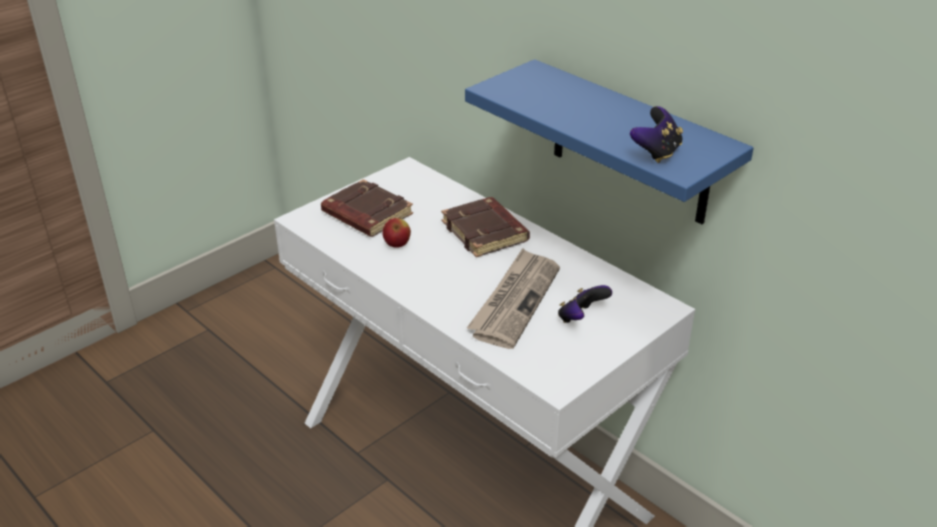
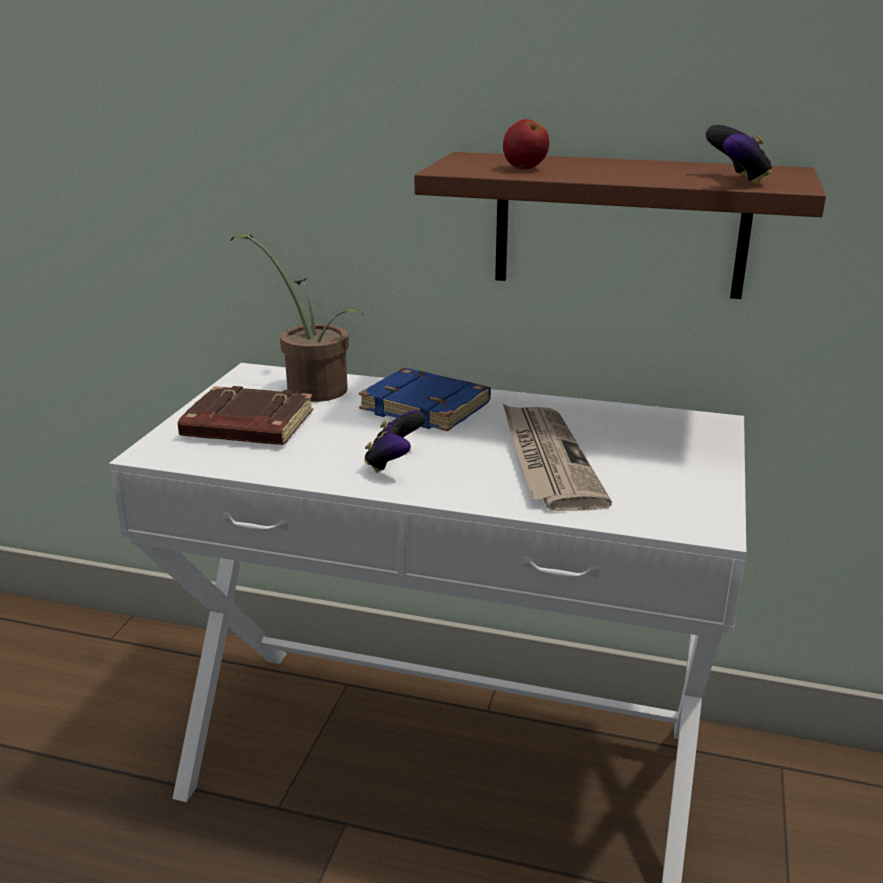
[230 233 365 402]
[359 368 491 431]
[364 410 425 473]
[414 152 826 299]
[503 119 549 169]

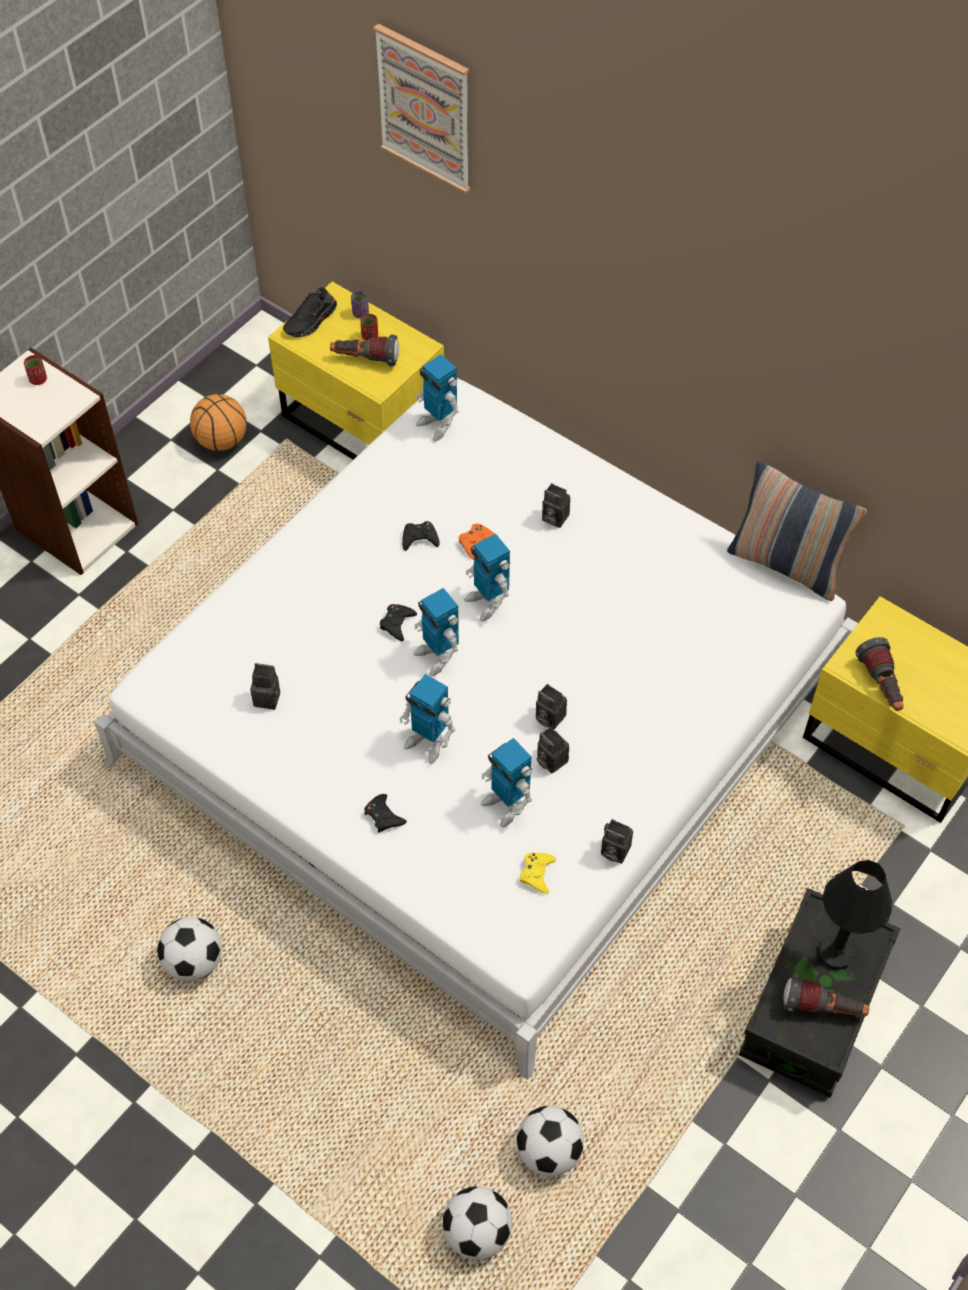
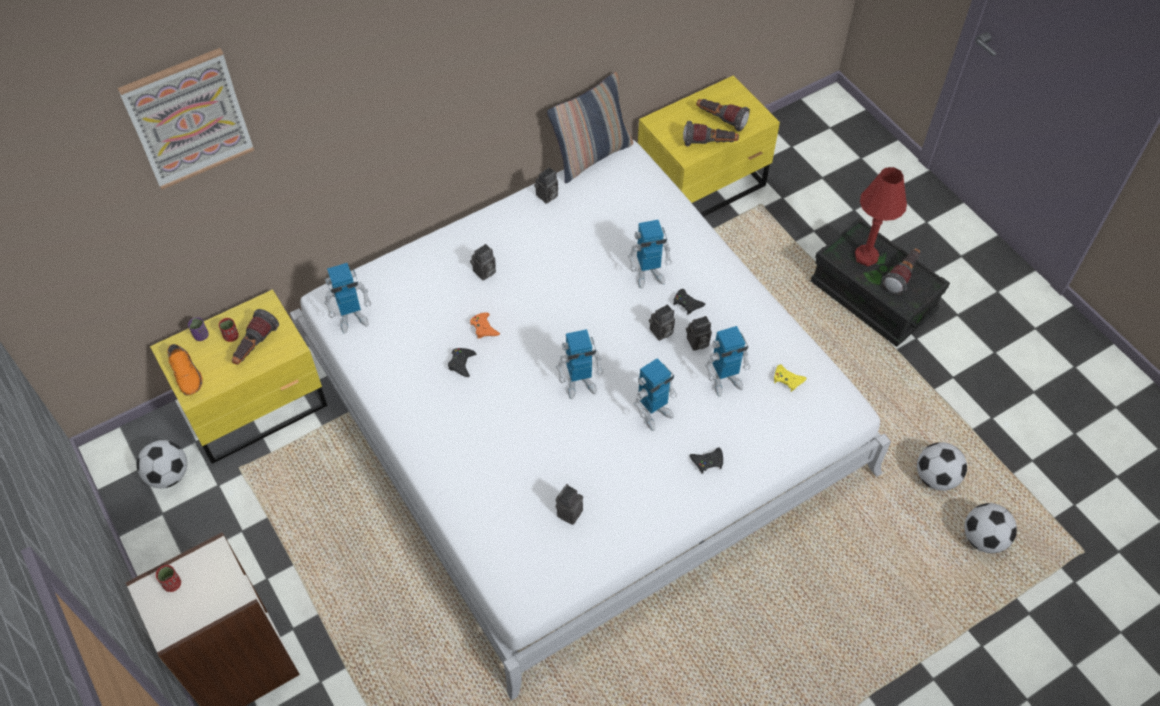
[137 440 187 488]
[167 344 203 396]
[534 167 558 204]
[628 220 672 289]
[673 289 705 315]
[696 99 750 131]
[855 167 907 266]
[190 394 247 451] (first image)

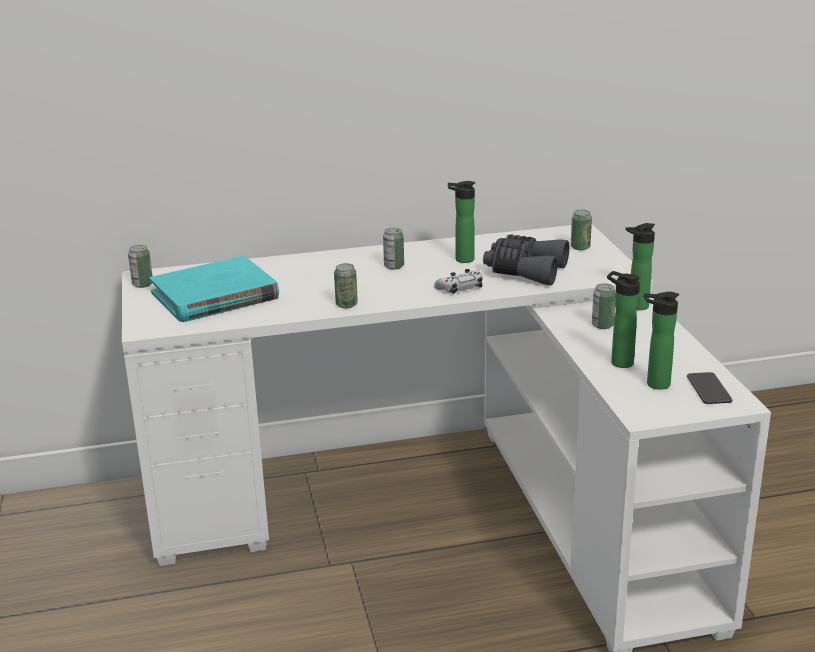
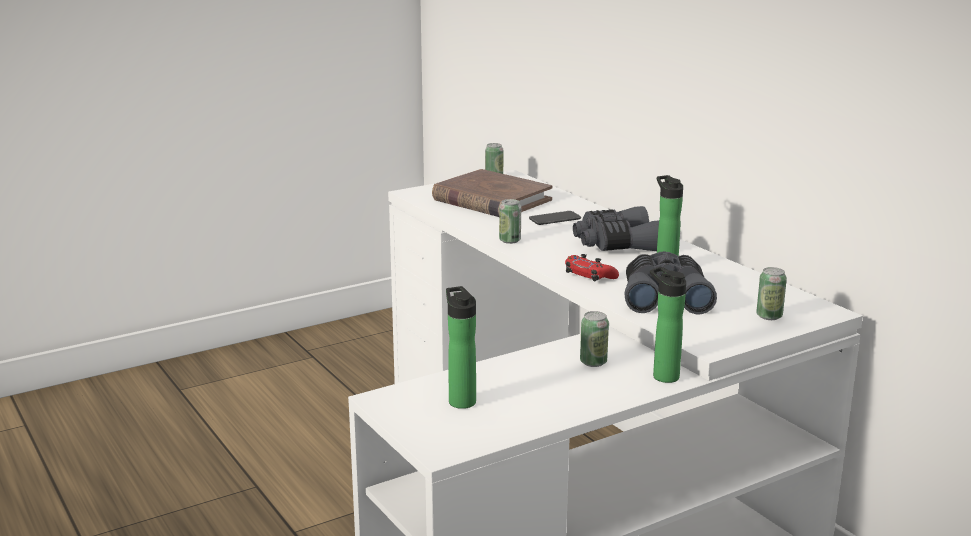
[432 169 553 217]
[529 211 581 225]
[565 254 619 281]
[573 206 659 251]
[607 271 640 368] (first image)

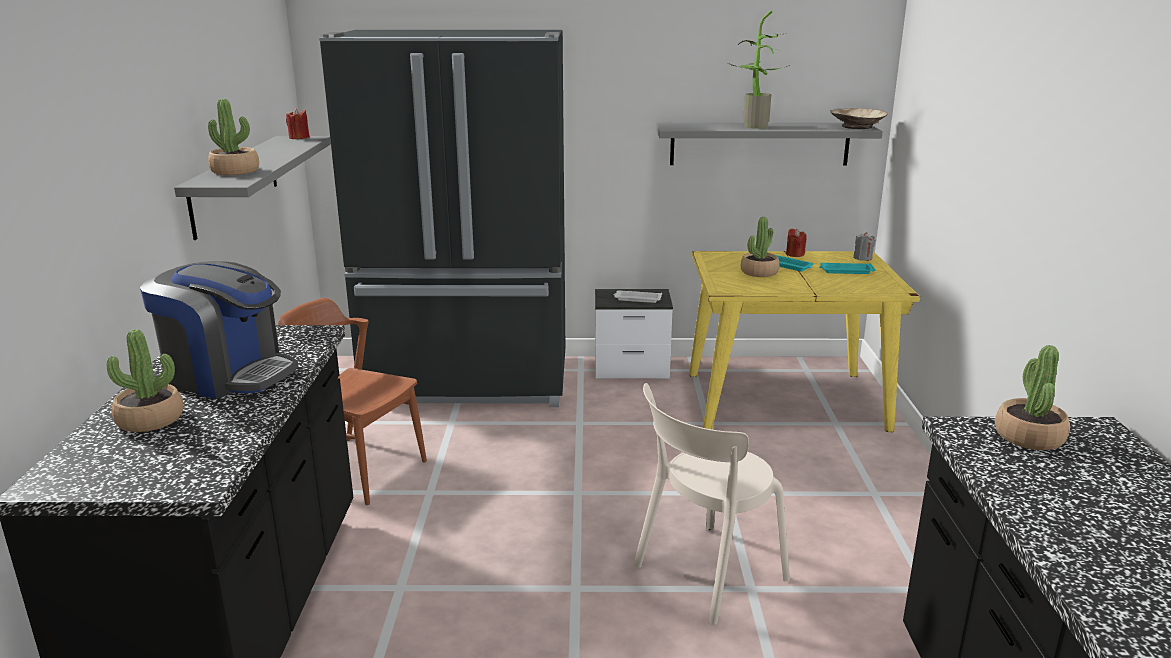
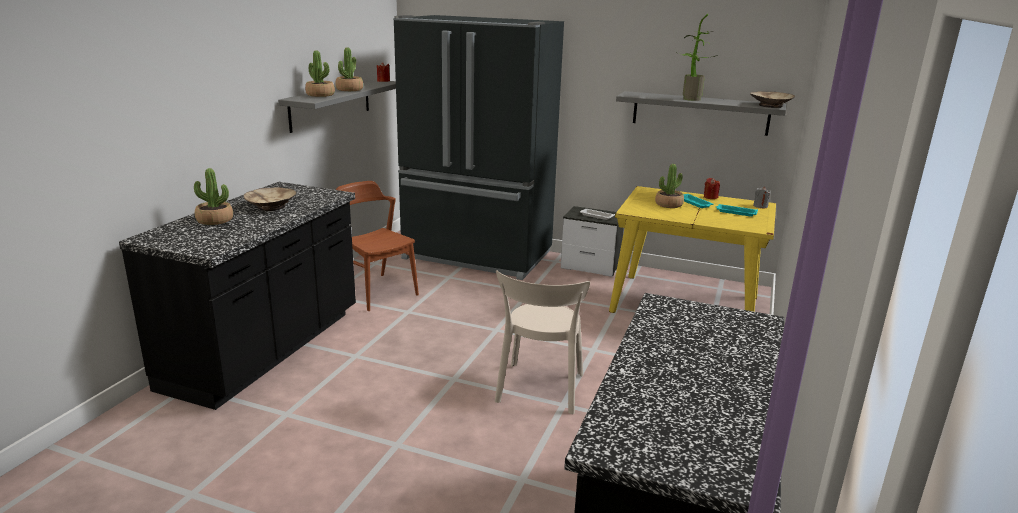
[244 187 296 211]
[335 48 363 91]
[495 270 590 414]

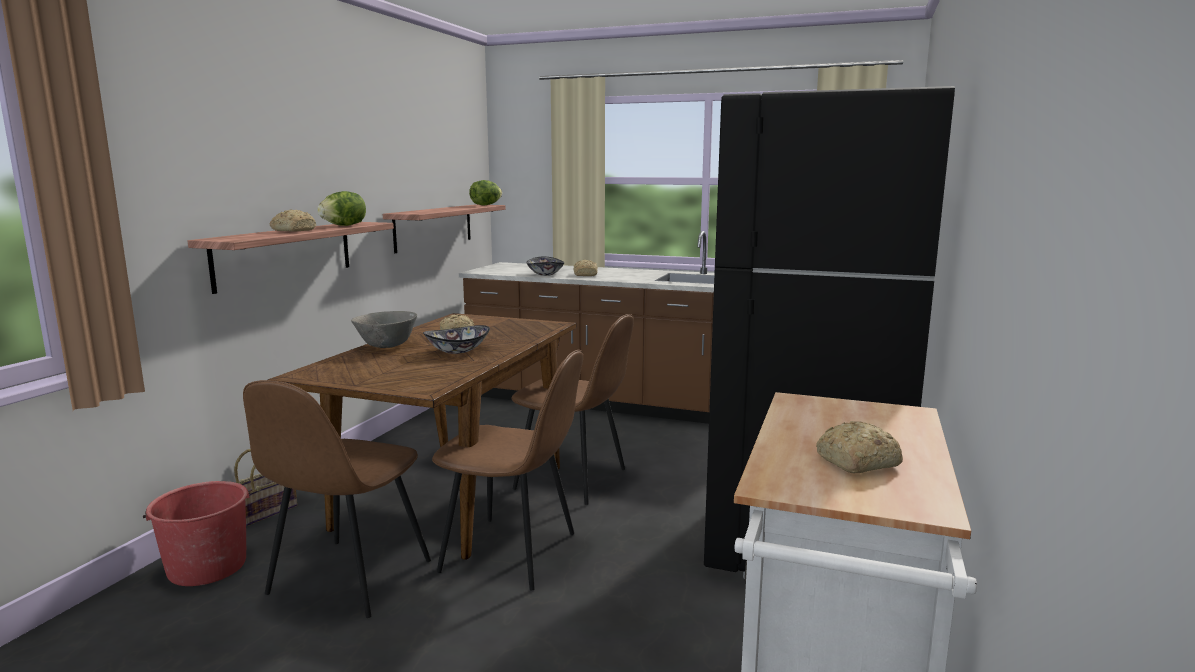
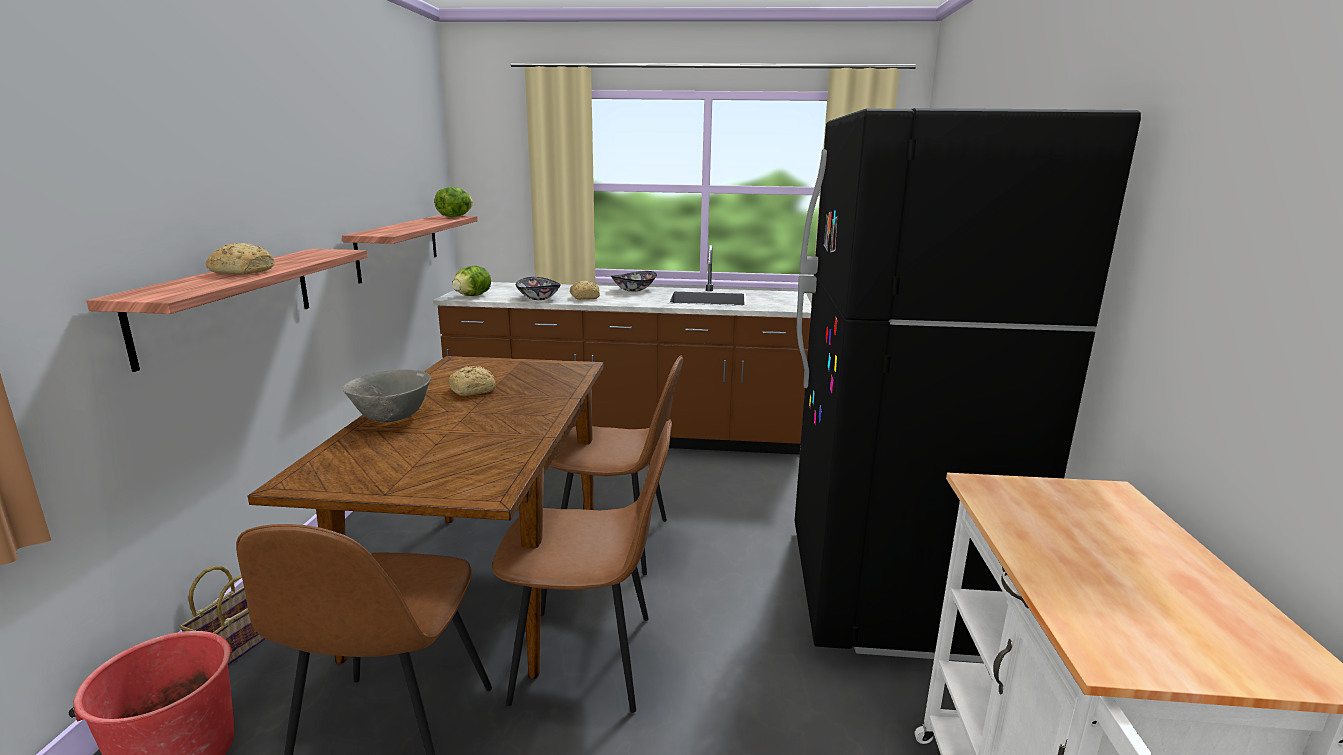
[452 266 491 296]
[611 271 657 292]
[816 421 903 473] (first image)

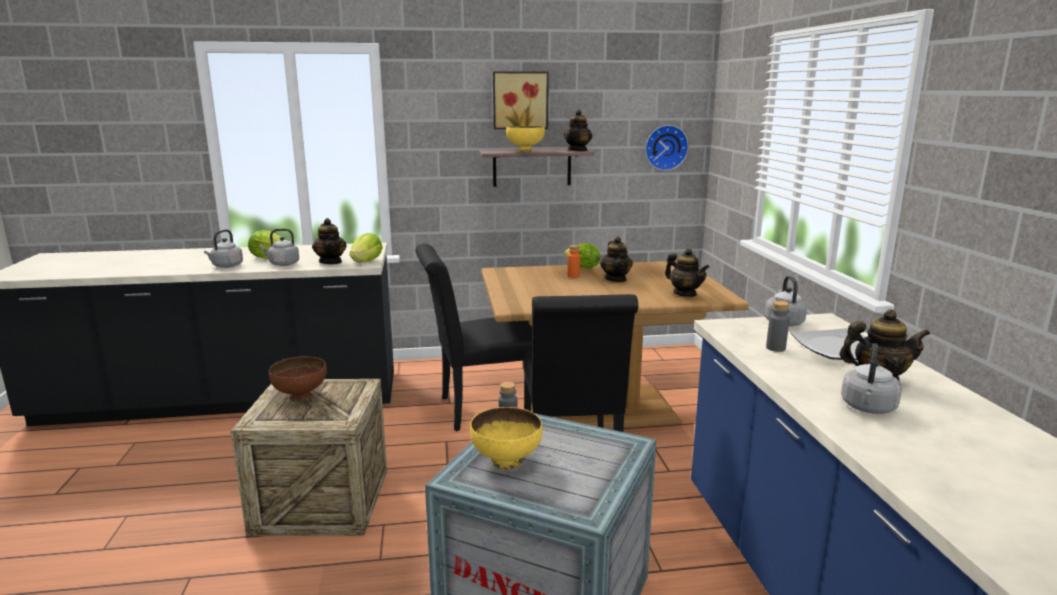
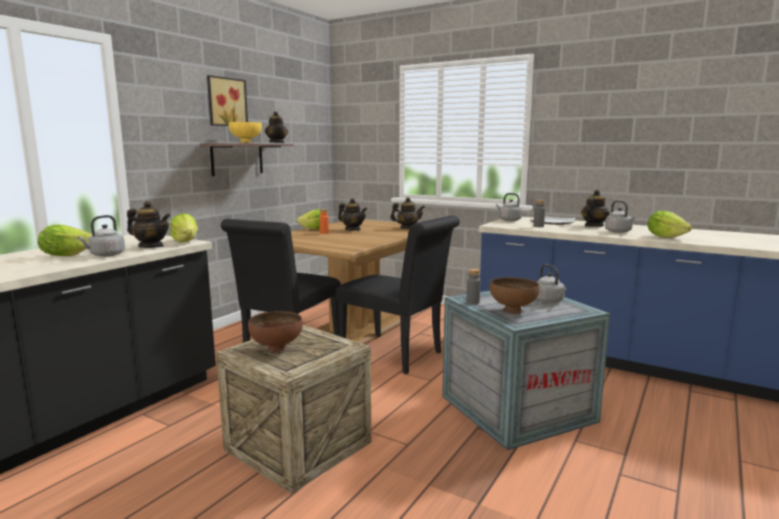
[490 277 540 314]
[536 264 567 303]
[647 210 692 238]
[645 125 689 171] (first image)

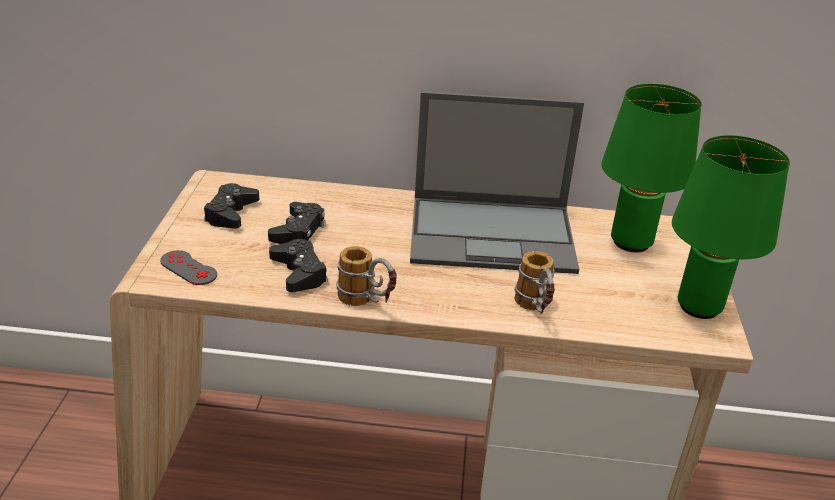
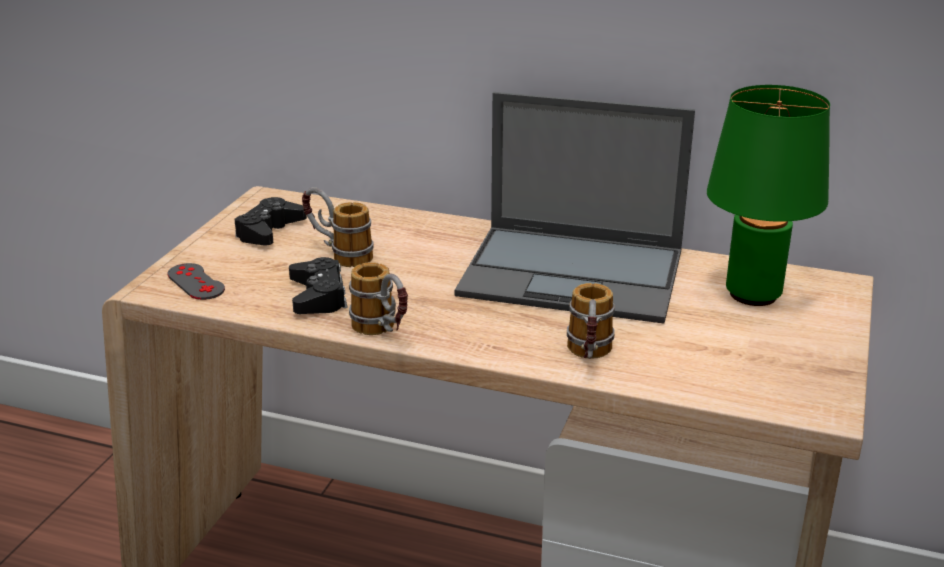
[302 188 374 267]
[672 136 790 319] (first image)

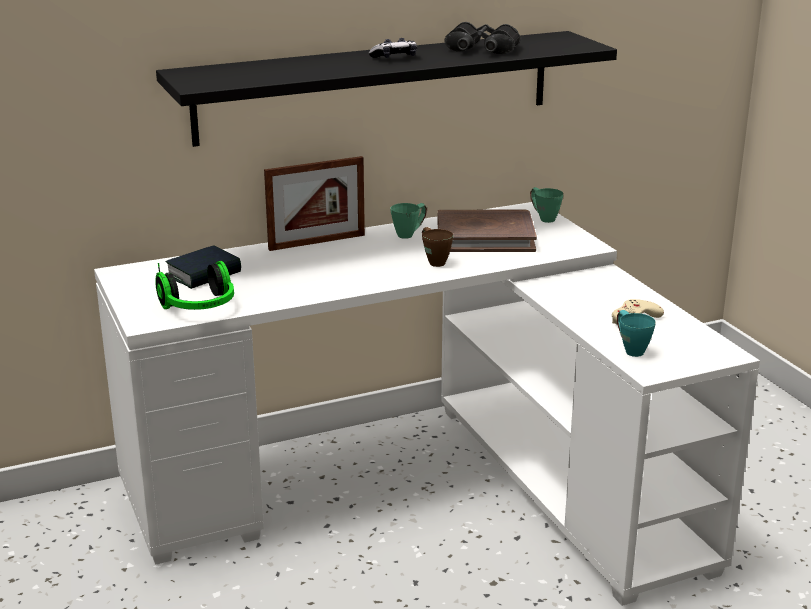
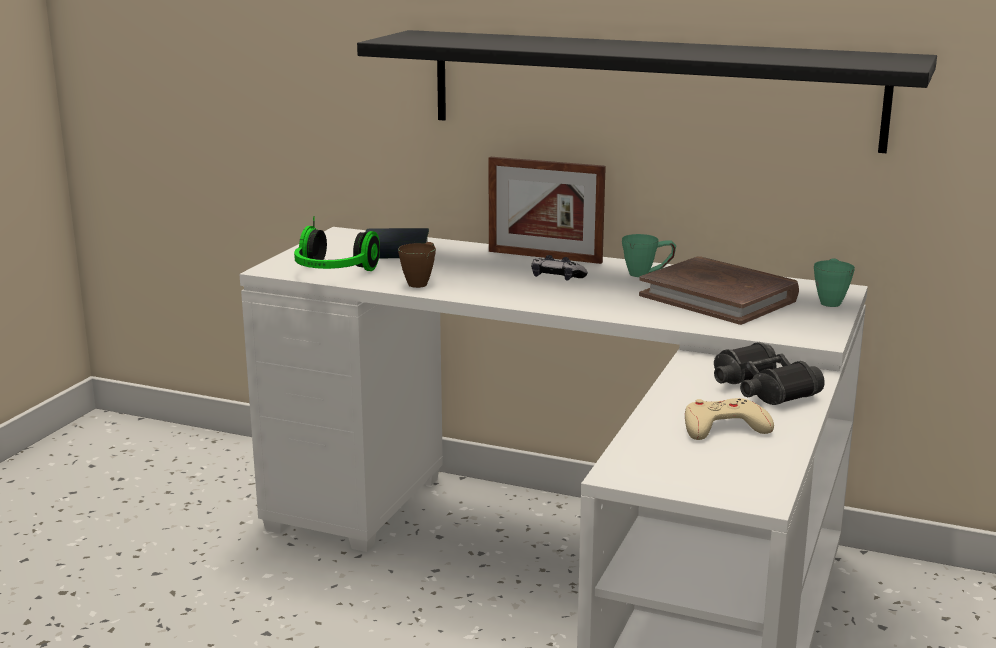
[398 242 436 288]
[531 255 588 281]
[714 342 825 405]
[617 310 656 357] (first image)

